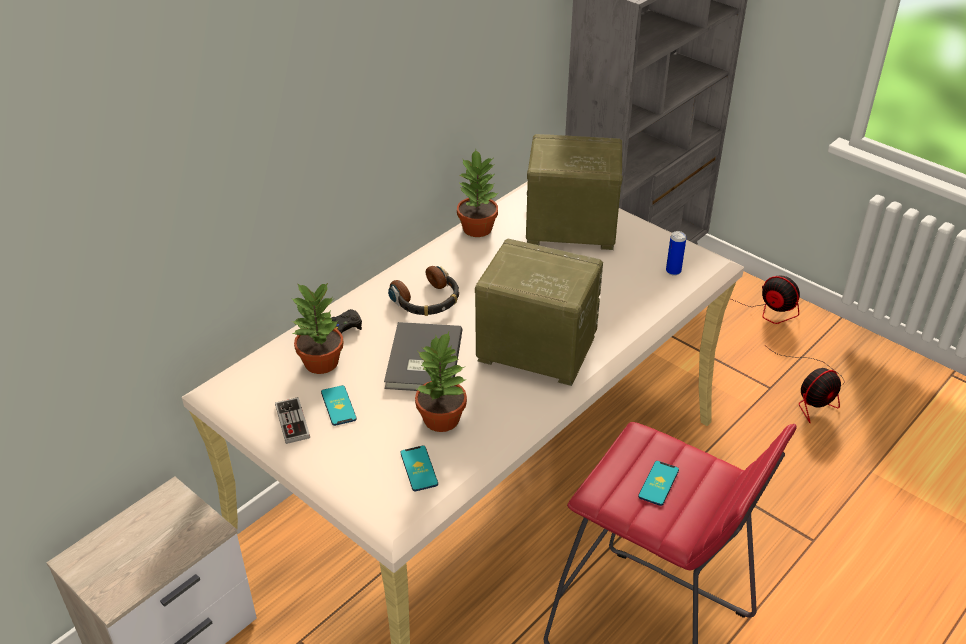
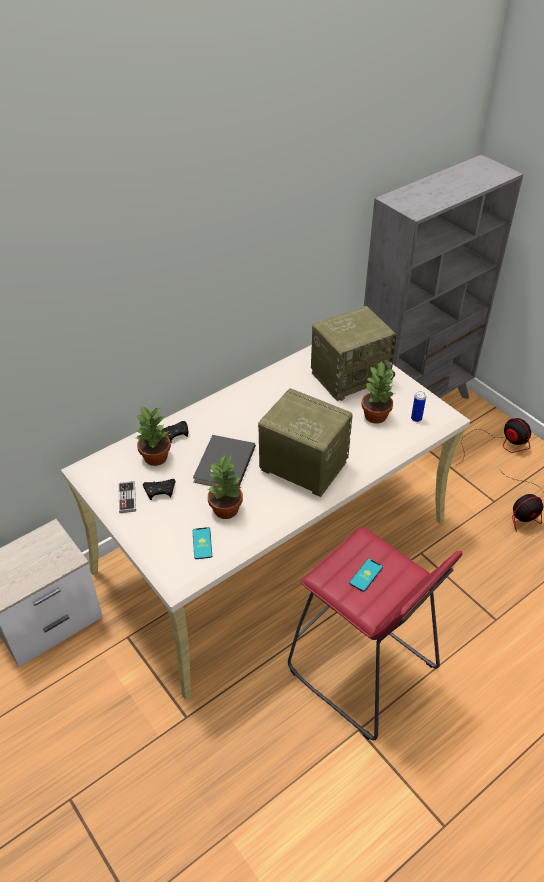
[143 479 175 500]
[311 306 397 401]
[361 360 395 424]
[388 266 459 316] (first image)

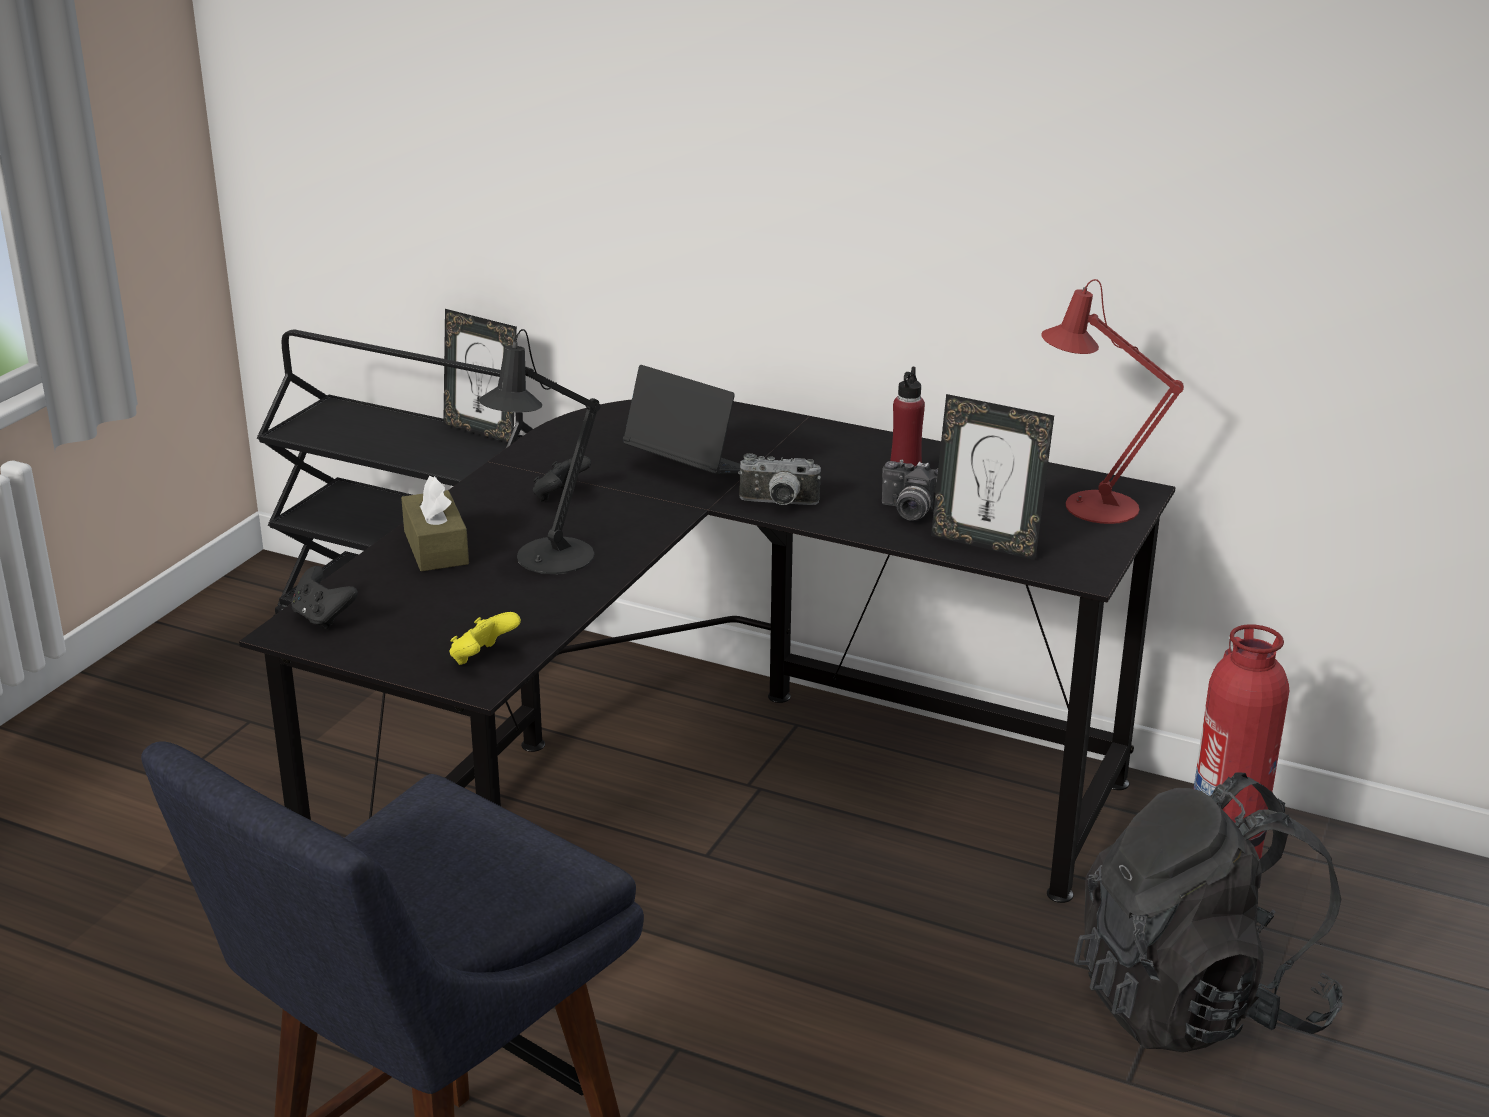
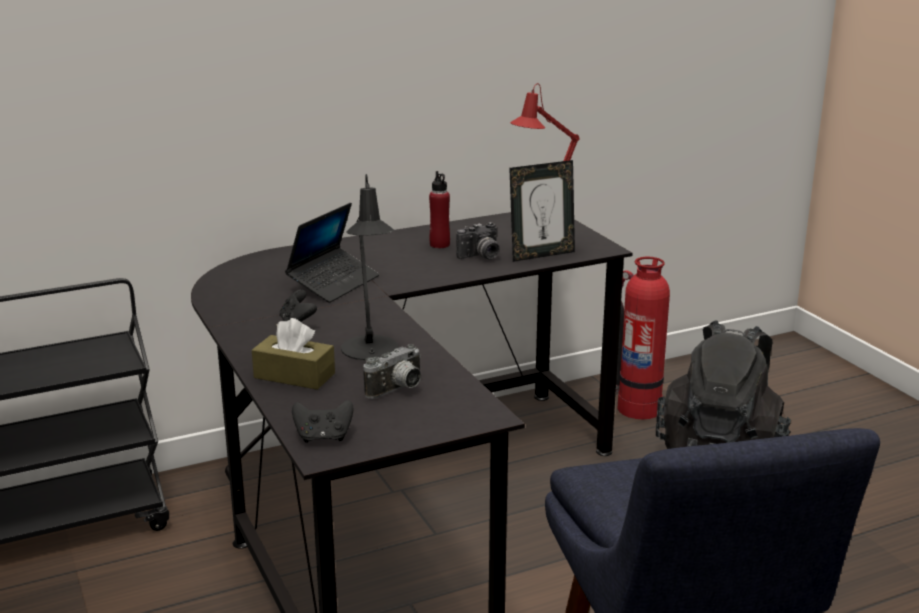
[285 202 379 303]
[363 344 422 399]
[443 309 517 443] (first image)
[449 612 521 665] (first image)

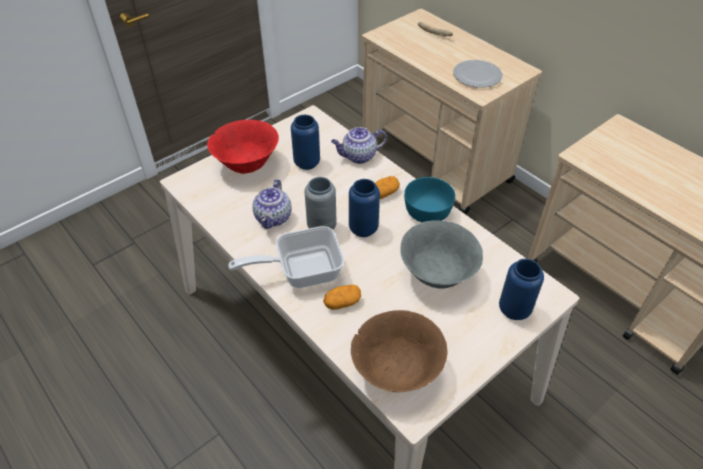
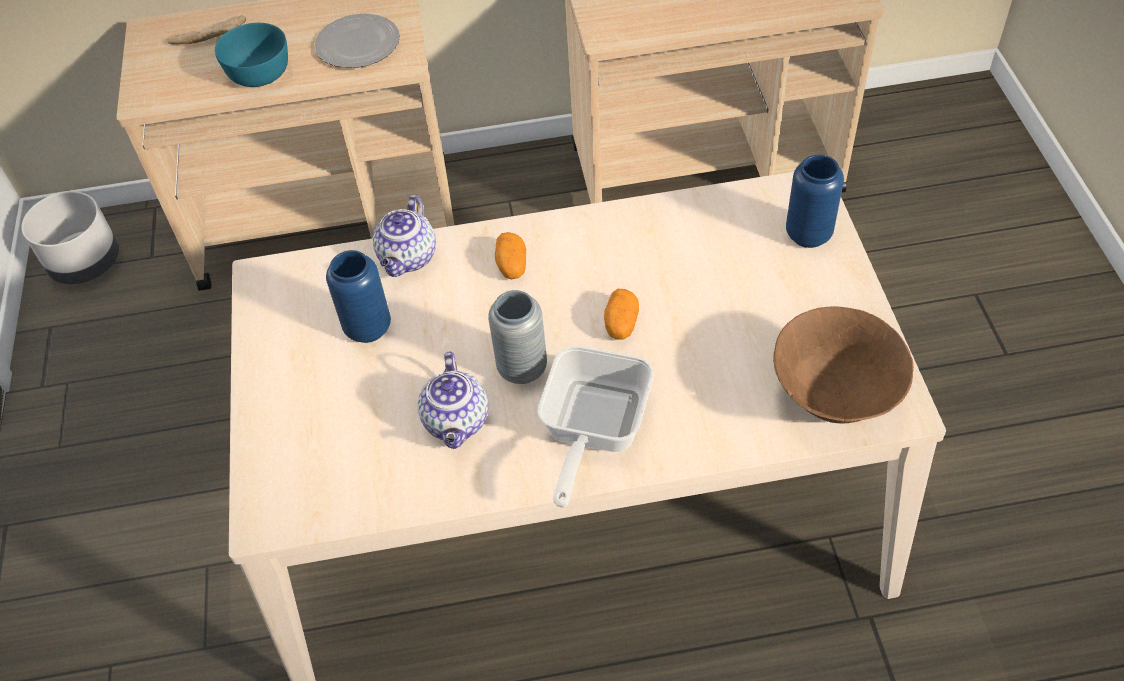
[21 191 119 284]
[215 23 288 87]
[418 351 489 449]
[604 289 639 340]
[207 120 279 174] (first image)
[349 179 380 237] (first image)
[400 220 483 289] (first image)

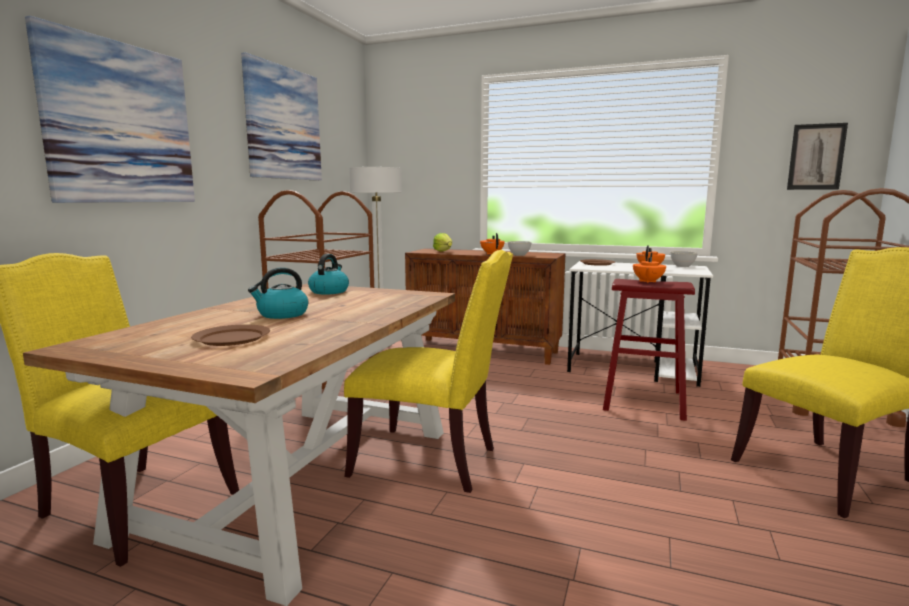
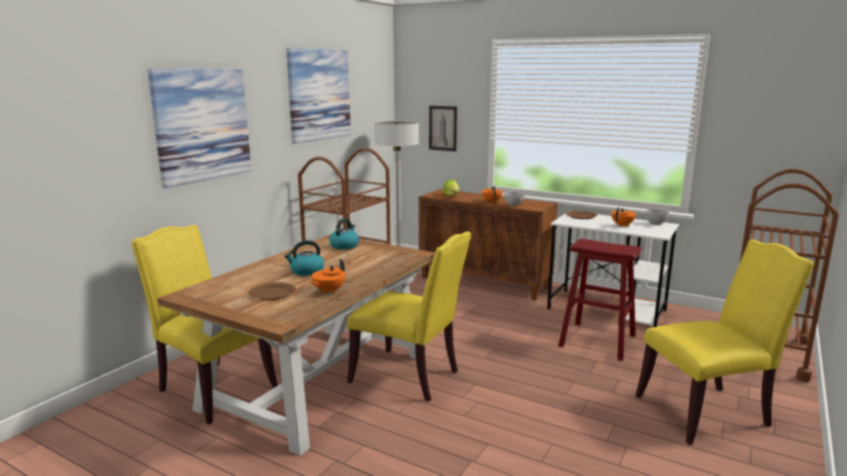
[310 258 345 294]
[429 106 457 152]

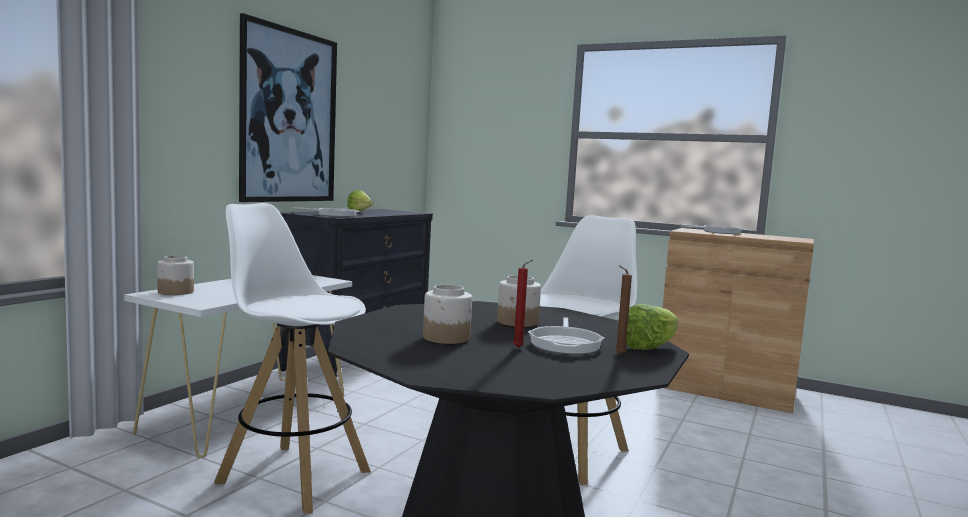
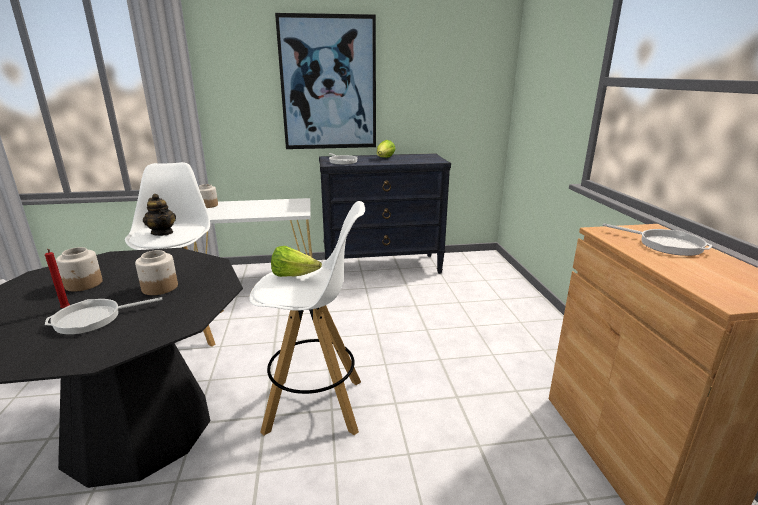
[143 194 176 236]
[271 246 322 277]
[615 265 632 355] (first image)

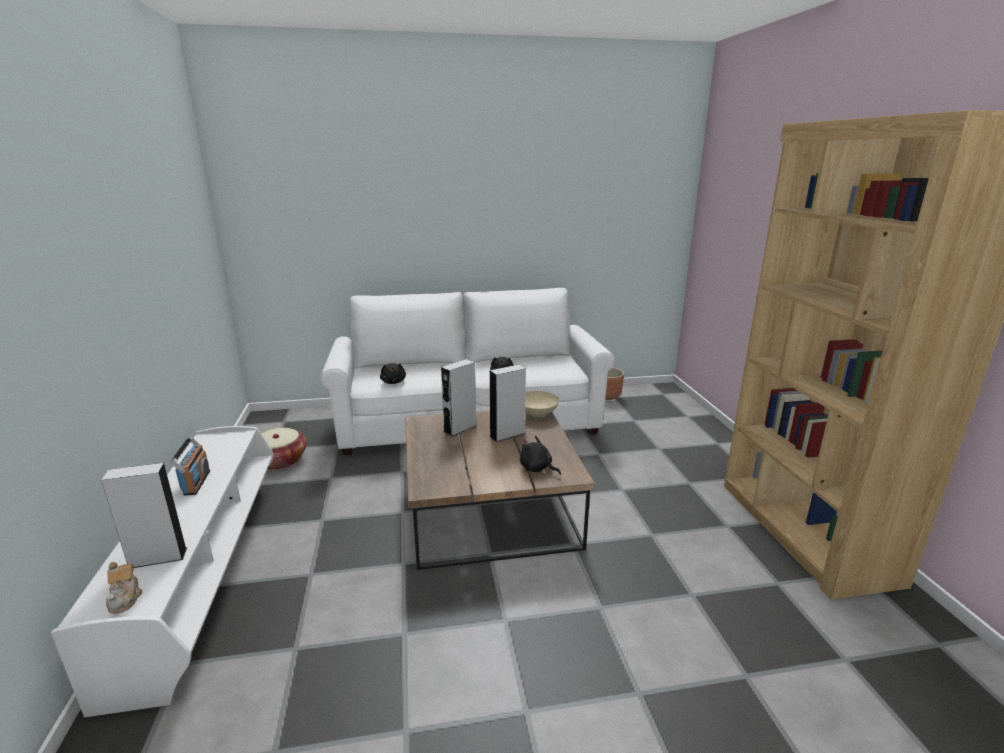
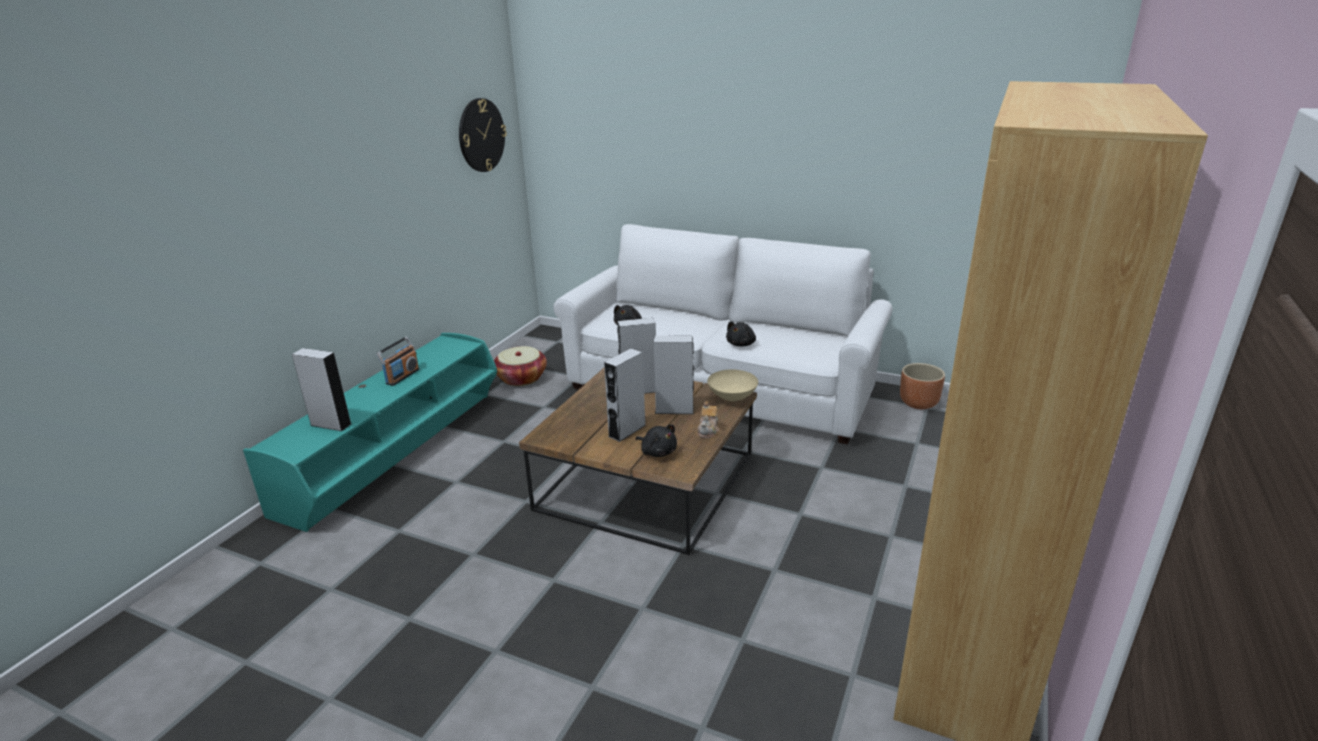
[243 333 497 532]
[459 98 507 172]
[604 348 646 442]
[635 425 677 457]
[698 401 719 438]

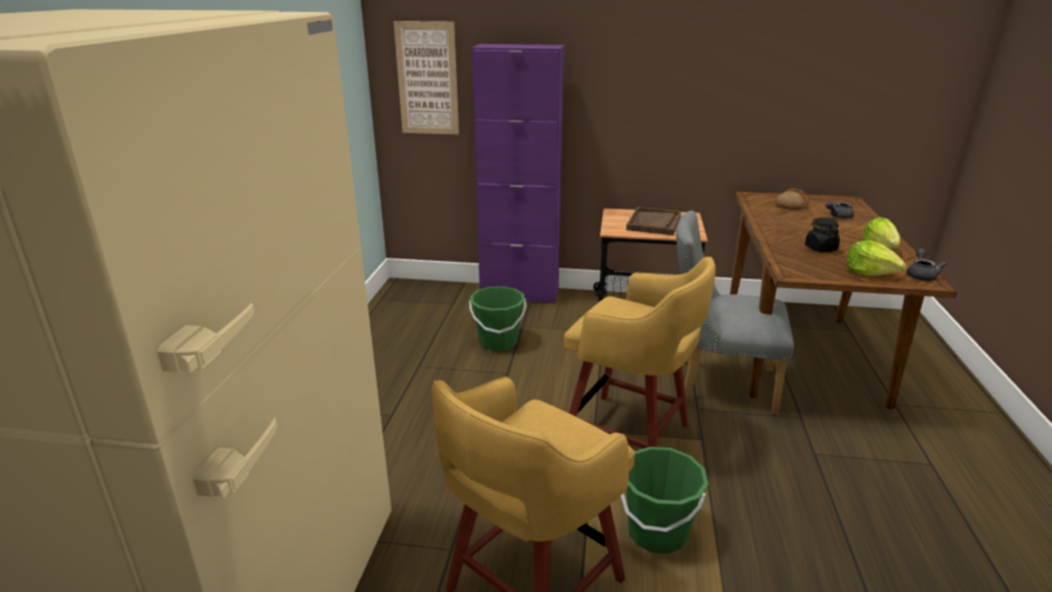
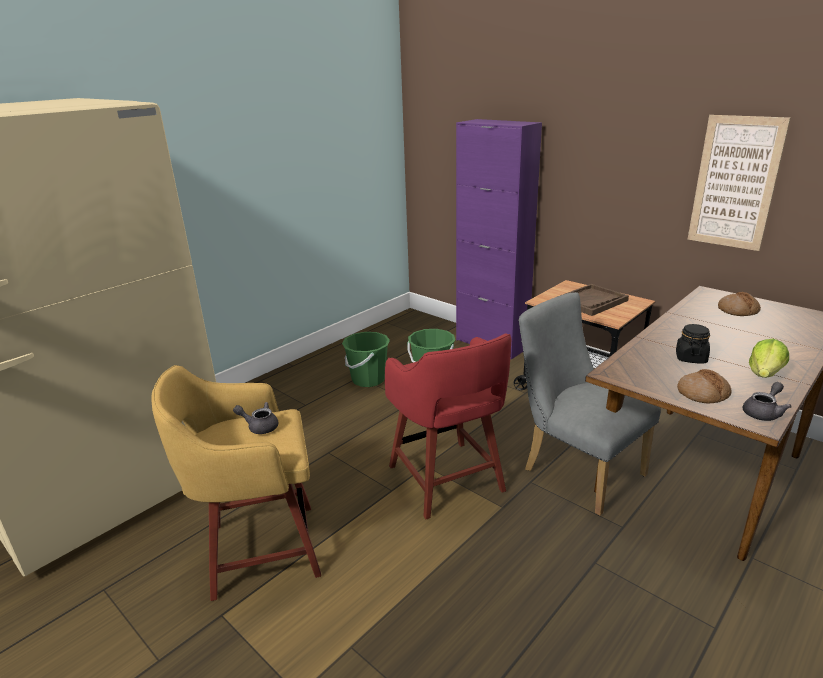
[233 402 278 434]
[342 332 390 387]
[385 333 511 519]
[677 369 732 404]
[688 115 790 251]

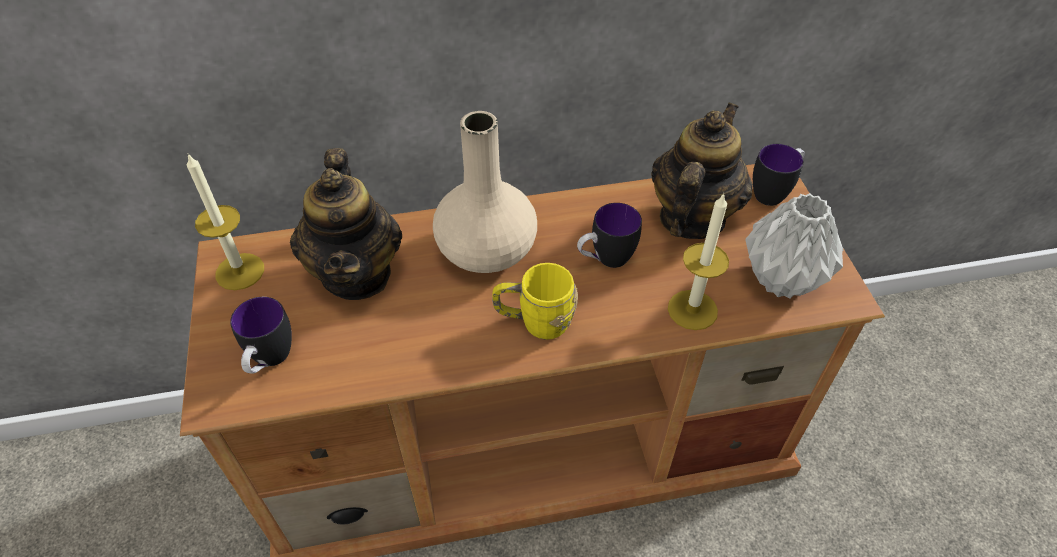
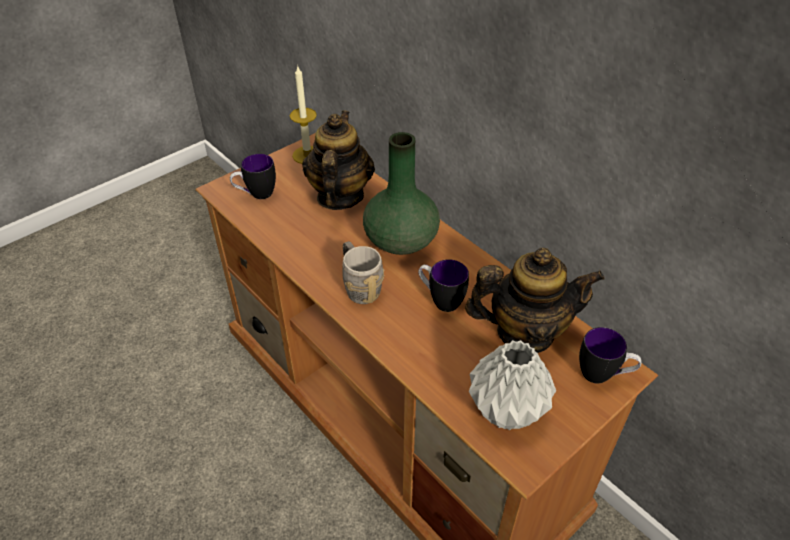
[302 110 375 210]
[342 241 384 304]
[363 132 440 255]
[668 193 729 330] (first image)

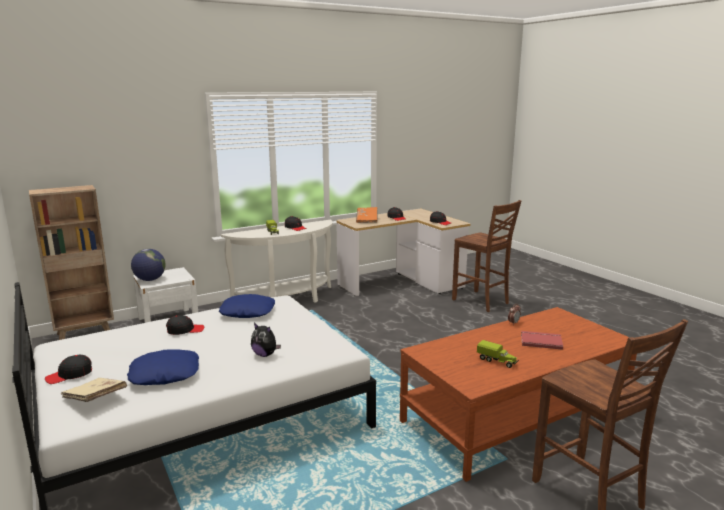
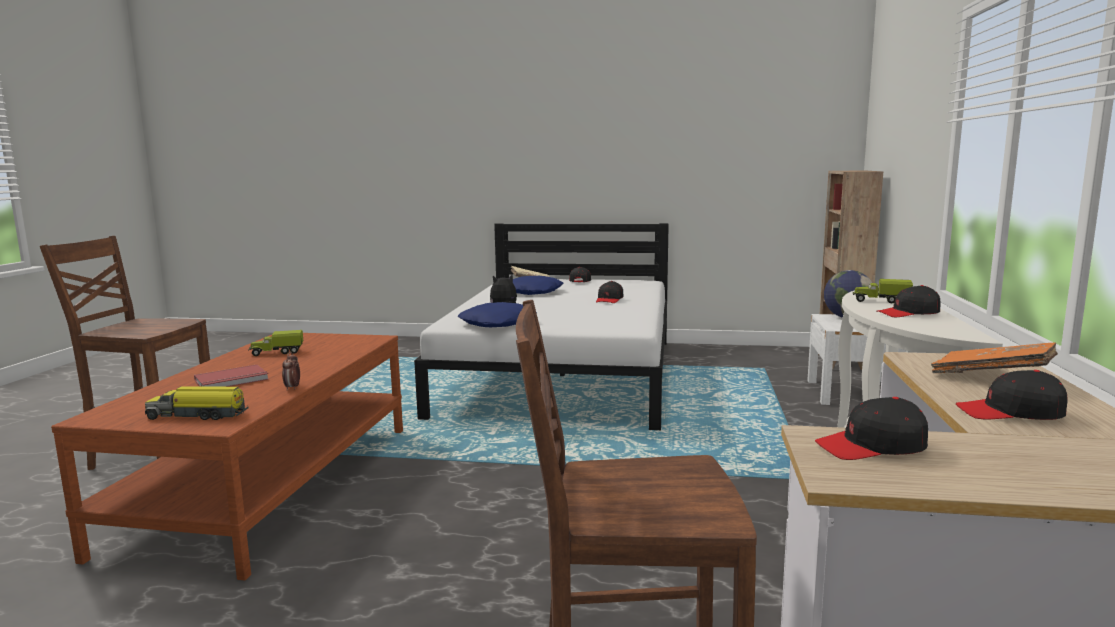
[145 386 248 420]
[458 302 537 327]

